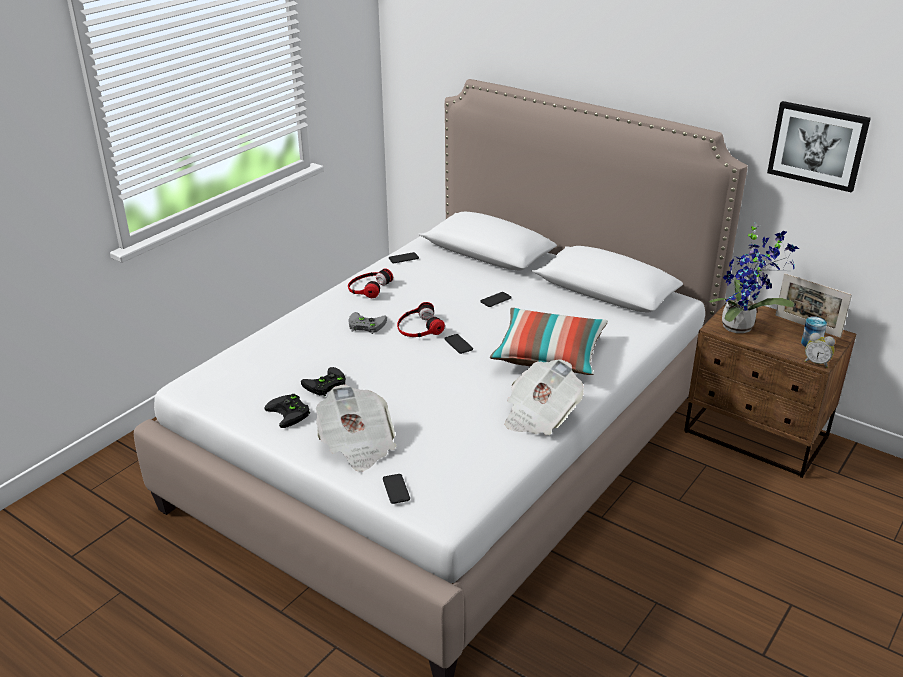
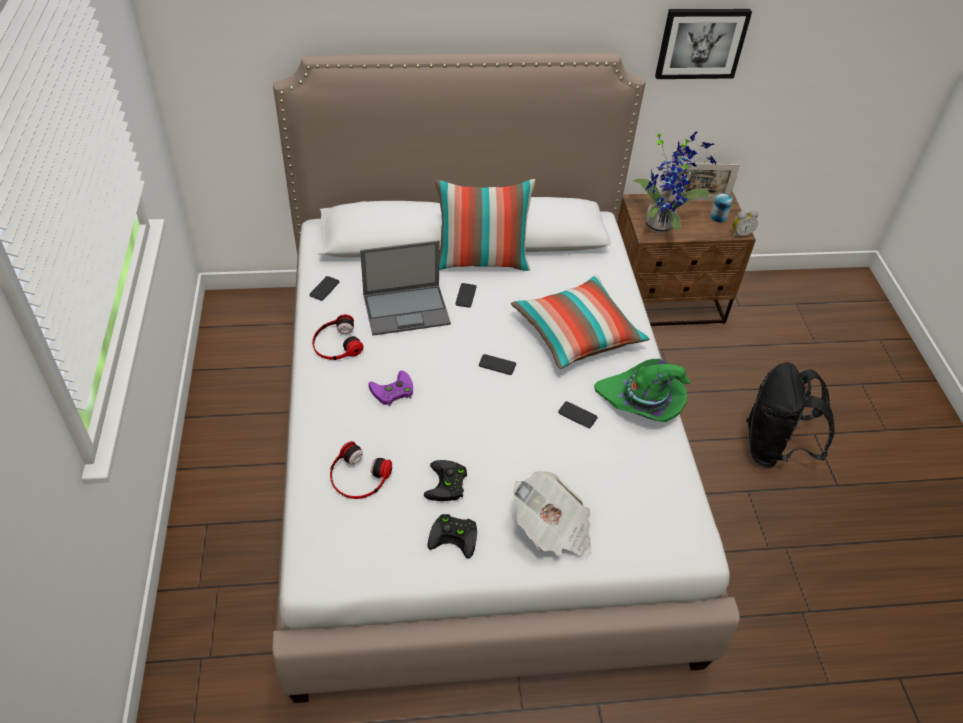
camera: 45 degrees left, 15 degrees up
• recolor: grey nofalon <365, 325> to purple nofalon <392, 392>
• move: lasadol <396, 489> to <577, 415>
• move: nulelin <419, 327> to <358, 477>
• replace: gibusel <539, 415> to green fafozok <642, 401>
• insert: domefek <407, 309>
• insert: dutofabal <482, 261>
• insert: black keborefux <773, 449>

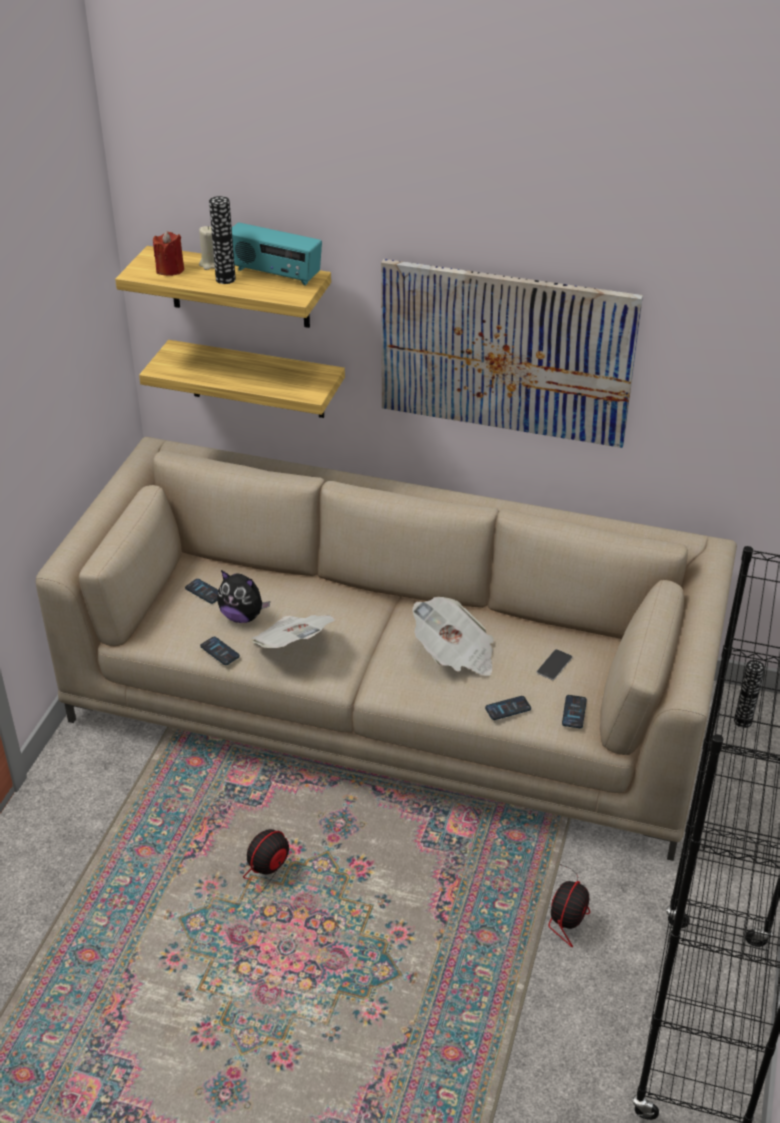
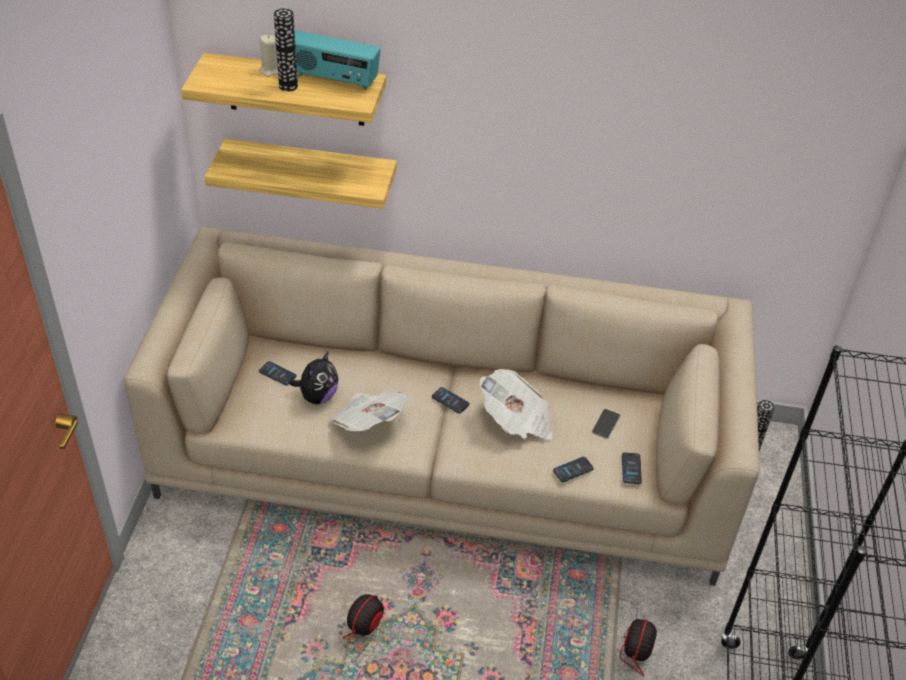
camera: 10 degrees left, 5 degrees up
• delete: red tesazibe <170, 270>
• move: lasadol <220, 651> to <450, 401>
• rotate: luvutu <242, 616> = <317, 396> 75 degrees counterclockwise
• delete: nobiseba <505, 352>

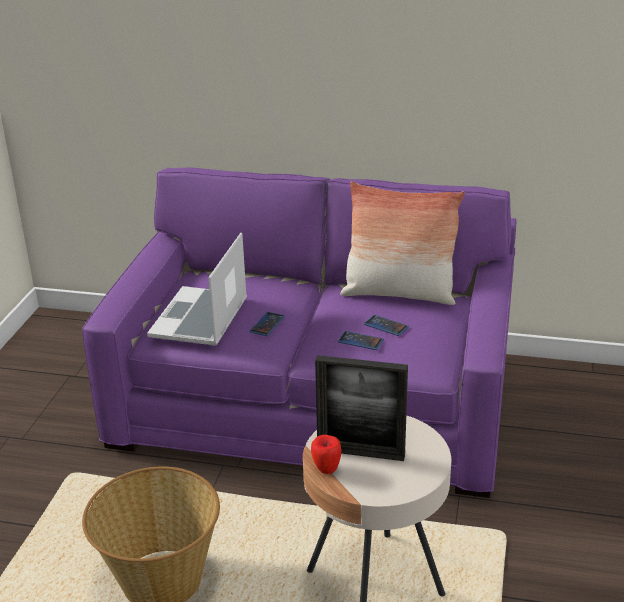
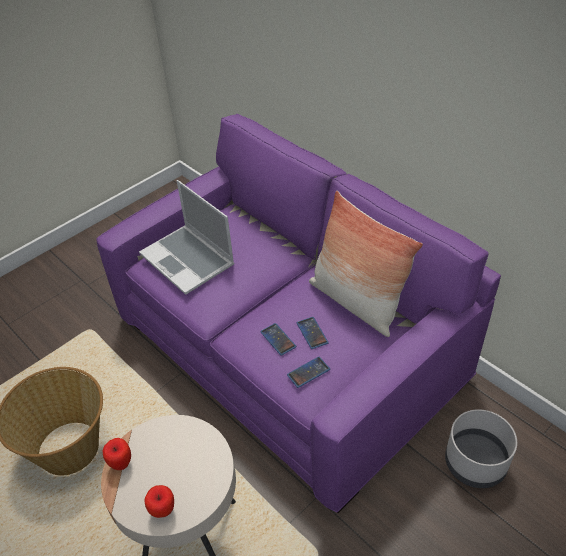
camera: 35 degrees right, 15 degrees up
• rotate: domefek <200, 319> = <189, 260> 90 degrees counterclockwise
• move: lasadol <267, 324> to <308, 372>
• delete: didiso <361, 453>
• insert: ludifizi <163, 511>
• insert: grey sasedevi <476, 463>

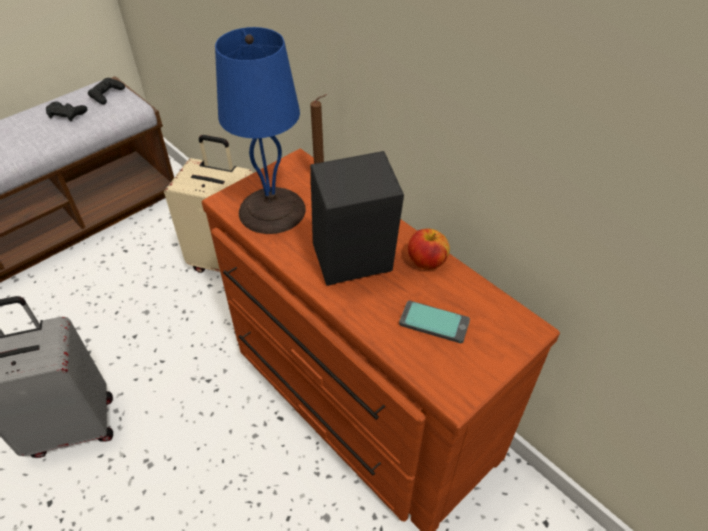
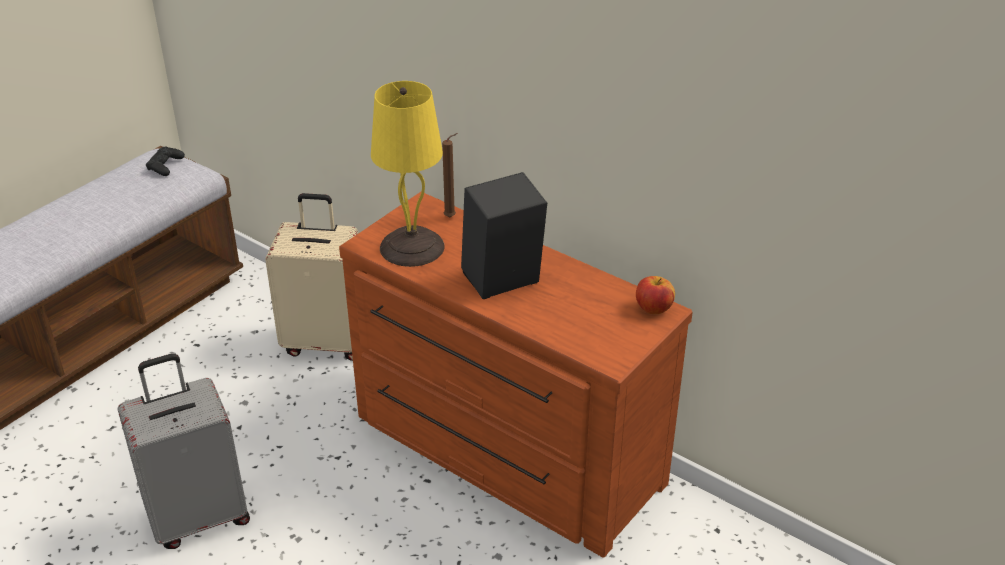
camera: 10 degrees left, 10 degrees down
• delete: black nofalon <67, 114>
• recolor: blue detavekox <271, 209> to yellow detavekox <411, 246>
• delete: lasadol <434, 322>
• move: ludifizi <426, 262> to <653, 308>

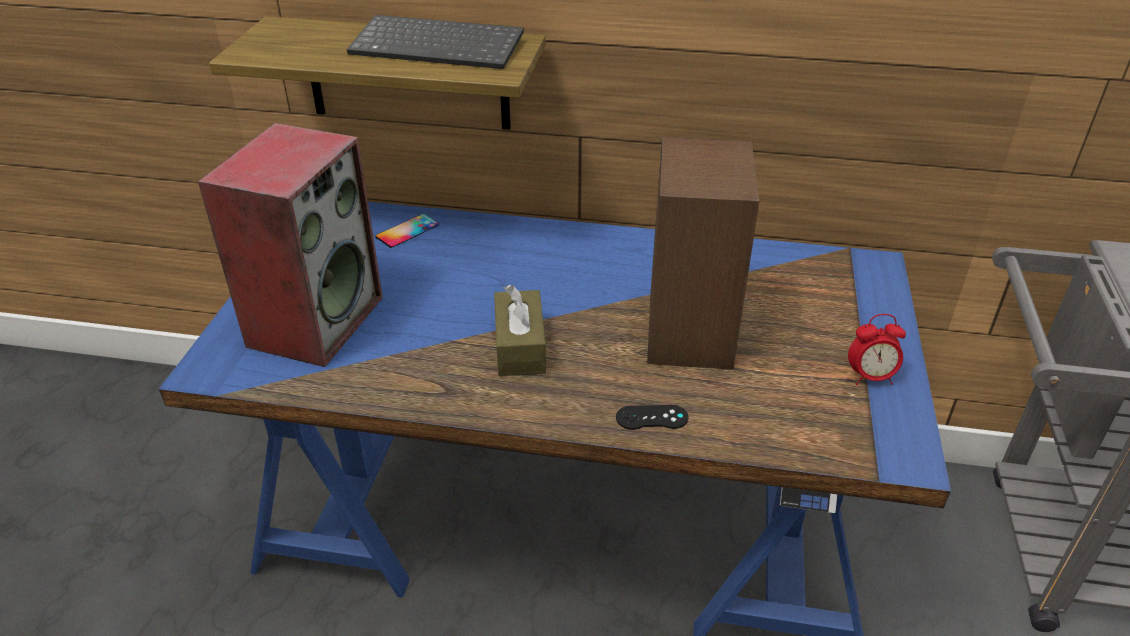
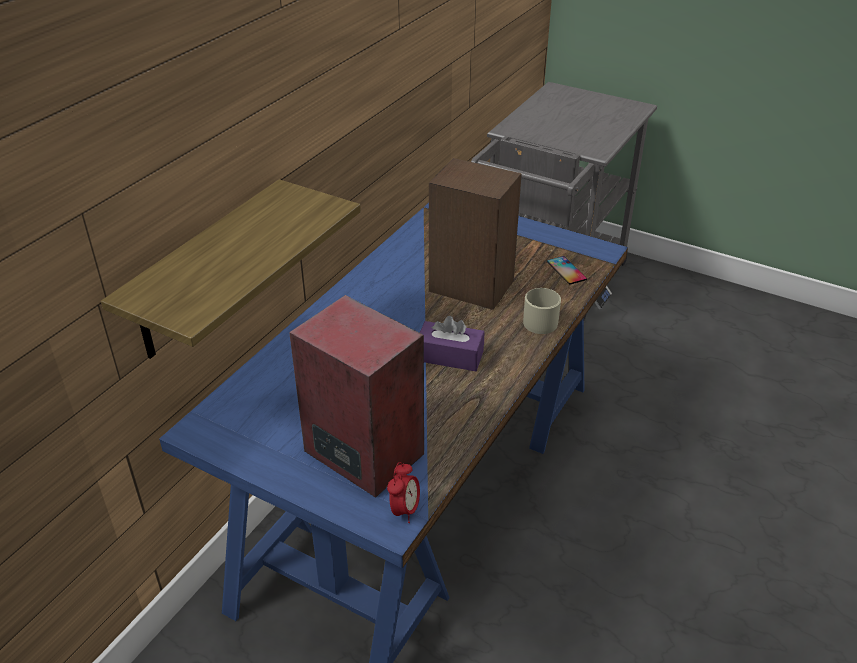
camera: 70 degrees left, 0 degrees up
• delete: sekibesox <440, 46>
• move: lasadol <407, 231> to <566, 270>
• recolor: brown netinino <520, 346> to purple netinino <450, 356>
• replace: black nofalon <652, 418> to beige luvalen <541, 320>
• move: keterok <870, 377> to <404, 510>

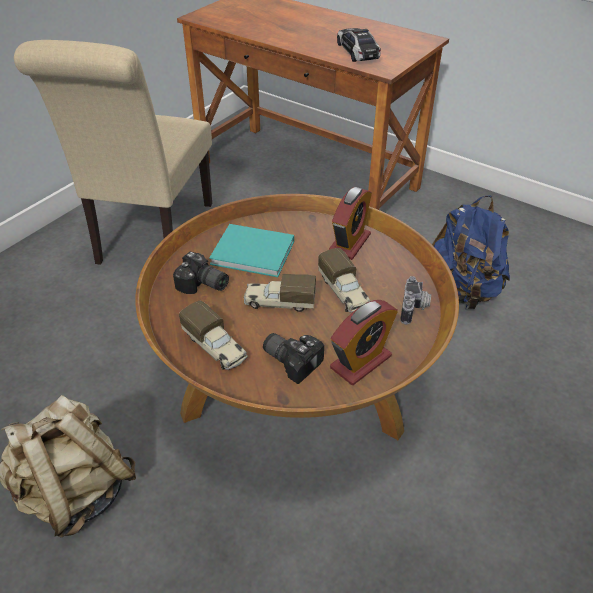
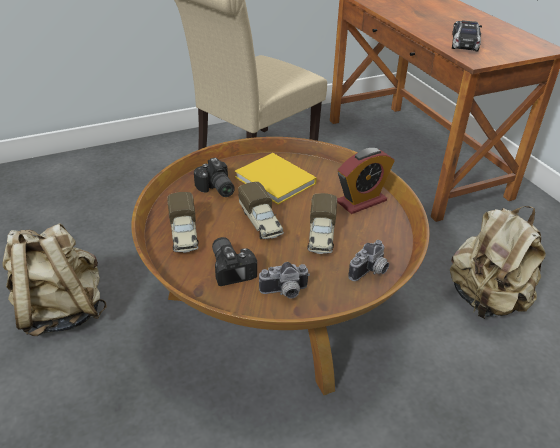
camera: 30 degrees right, 5 degrees down
• recolor: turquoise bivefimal <255, 253> to yellow bivefimal <276, 181>
• rotate: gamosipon <279, 302> = <261, 223> 150 degrees counterclockwise
• replace: keterok <360, 362> to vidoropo <285, 292>
• recolor: blue keborefux <461, 291> to beige keborefux <487, 300>

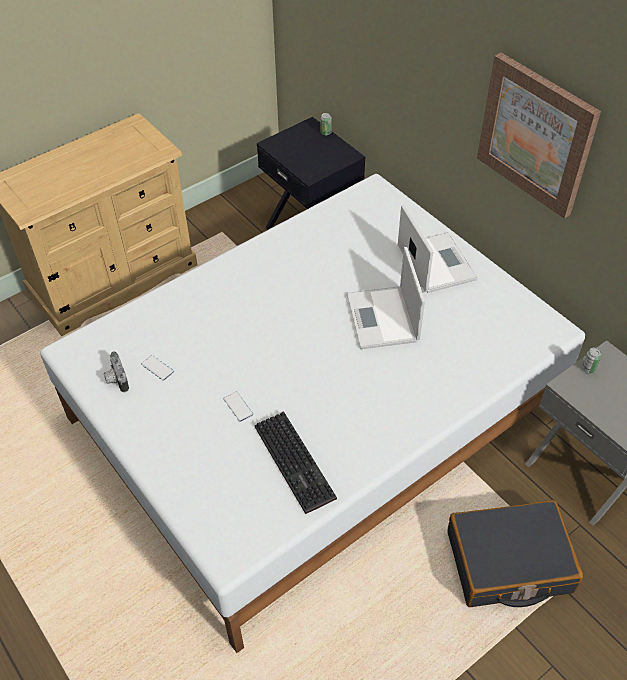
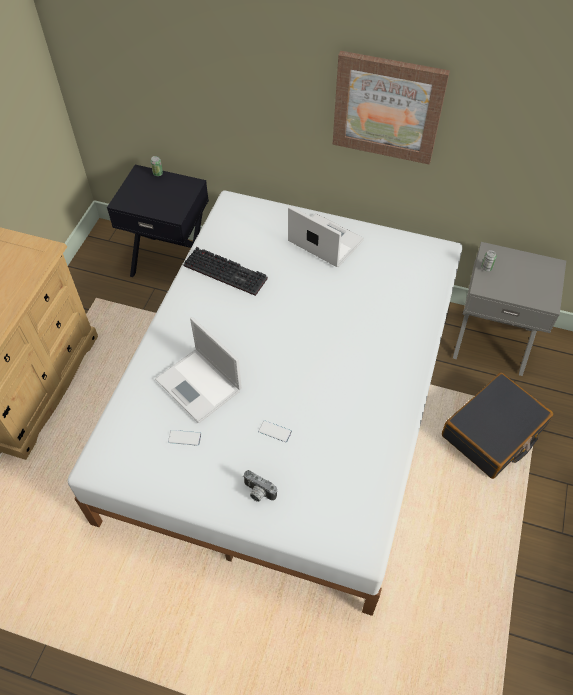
camera: 35 degrees left, 5 degrees up
• move: vidoropo <116, 379> to <258, 493>
• move: sekibesox <297, 463> to <227, 271>
• move: domefek <383, 319> to <200, 385>

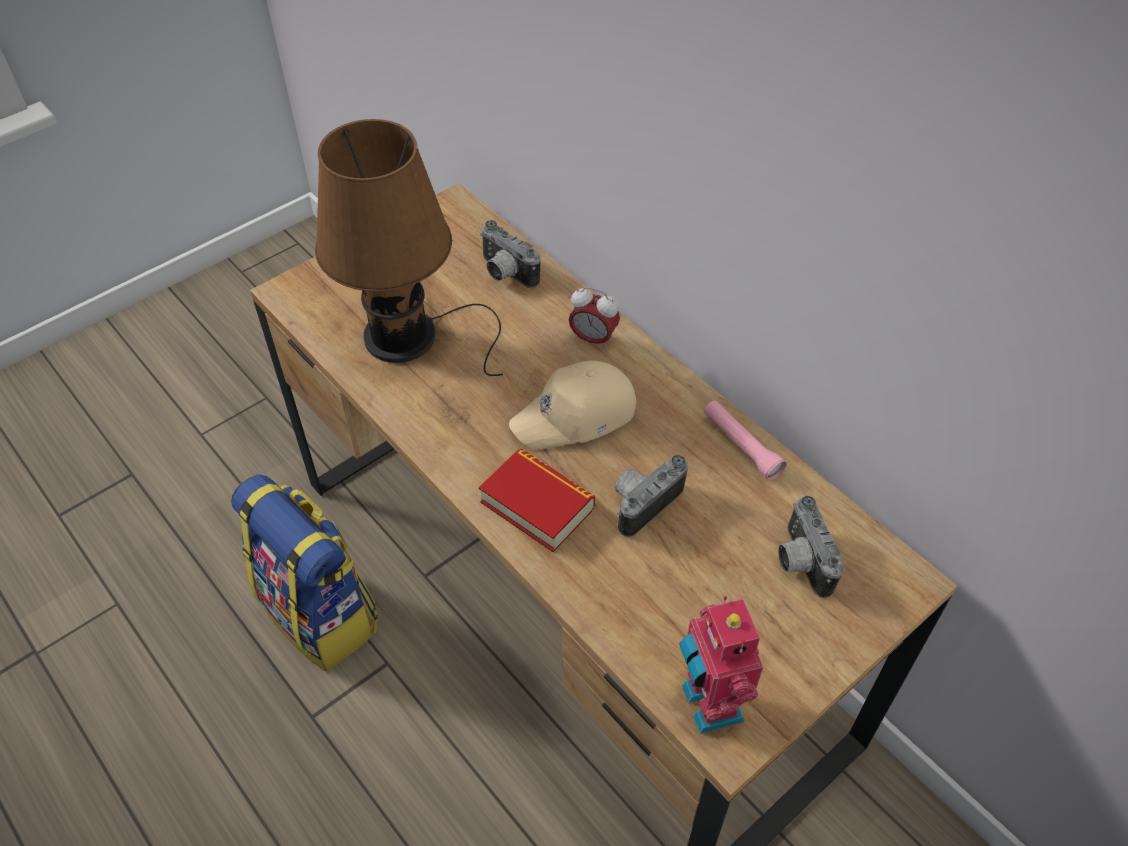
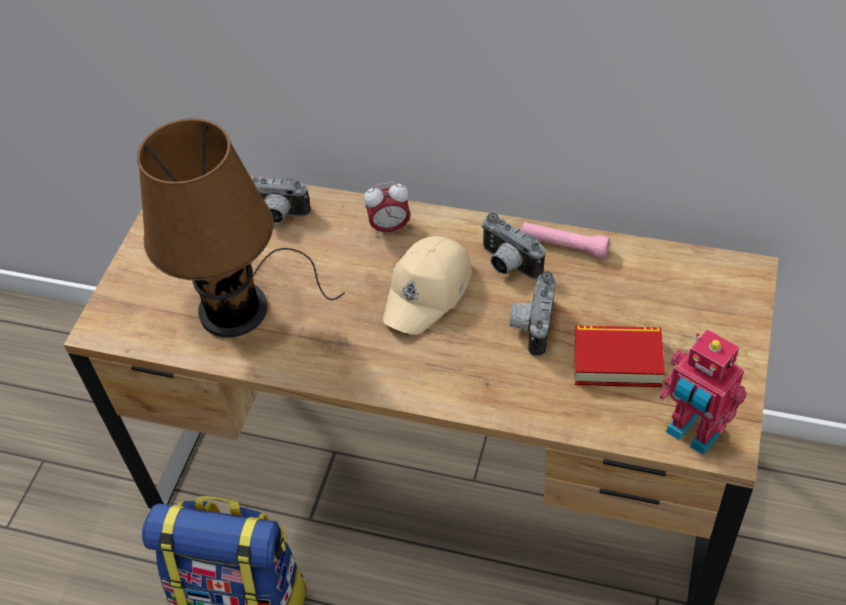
camera: 30 degrees left, 0 degrees up
• move: bivefimal <537, 505> to <617, 361>
• move: vidoropo <799, 561> to <507, 264>

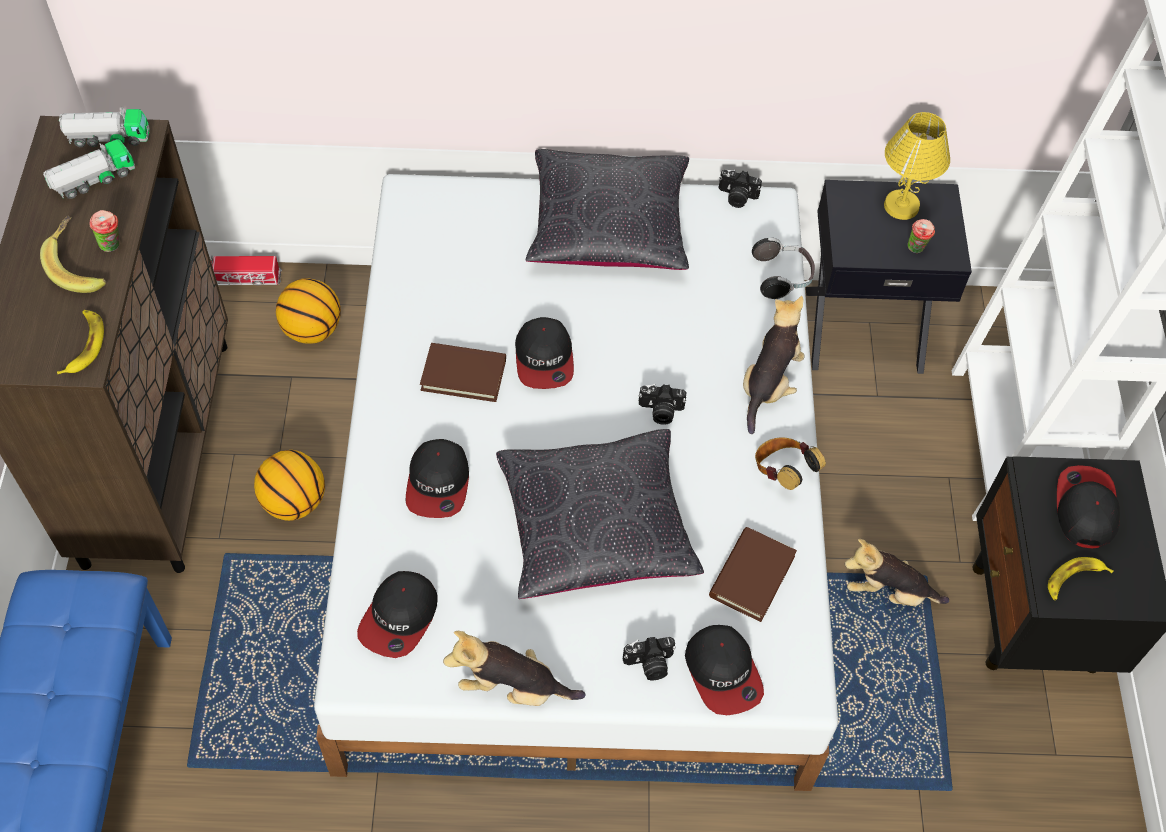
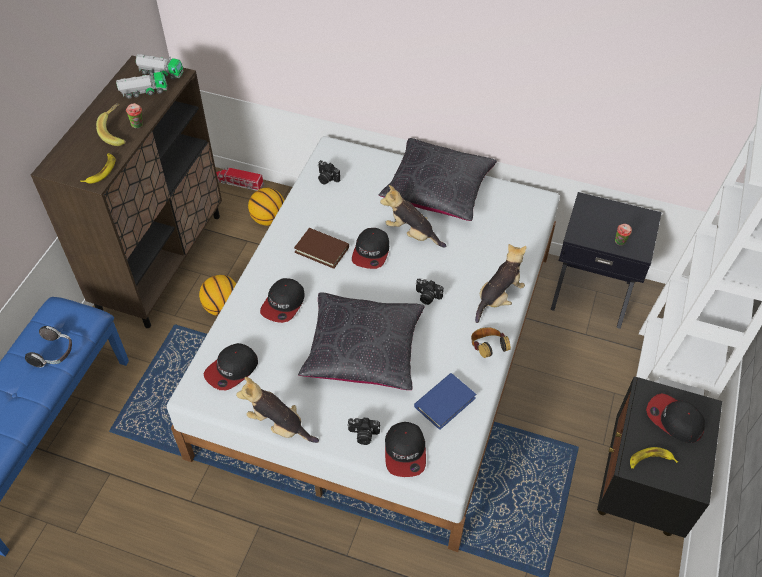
camera: 20 degrees right, 5 degrees down
• recolor: brown bivefimal <752, 576> to blue bivefimal <444, 402>
• move: vidoropo <736, 197> to <326, 178>
• move: nulelin <782, 277> to <54, 353>
• move: luvutu <888, 591> to <412, 234>
• delete: yellow detavekox <900, 206>
• rotate: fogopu <1085, 508> = <674, 420> 75 degrees counterclockwise

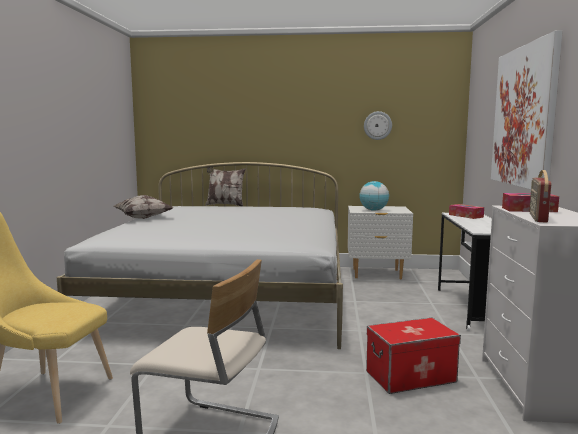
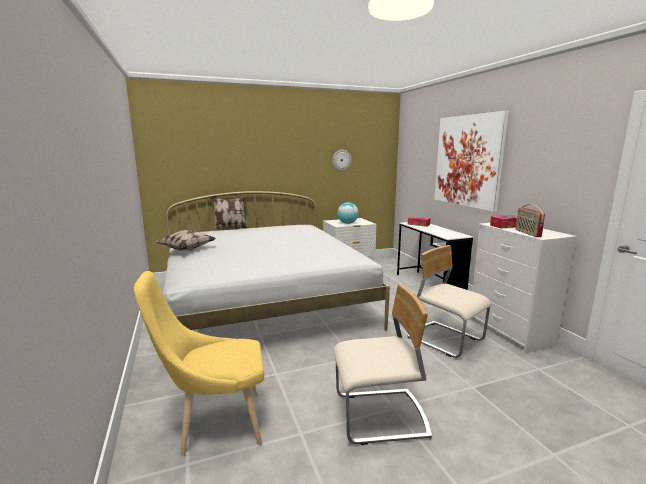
camera: 25 degrees left, 5 degrees up
• replace: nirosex <410, 376> to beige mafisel <445, 340>

